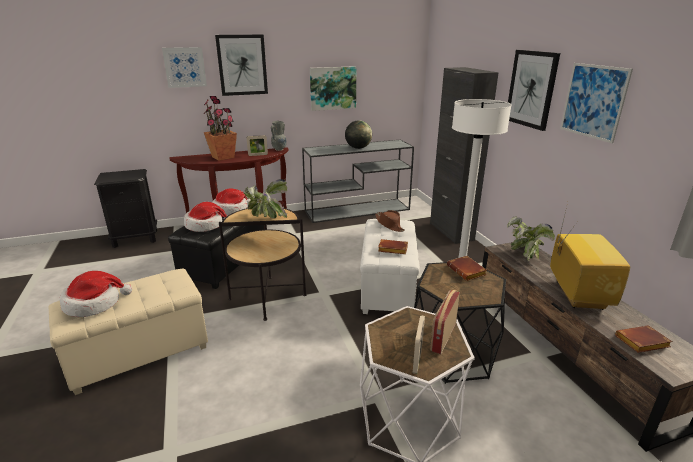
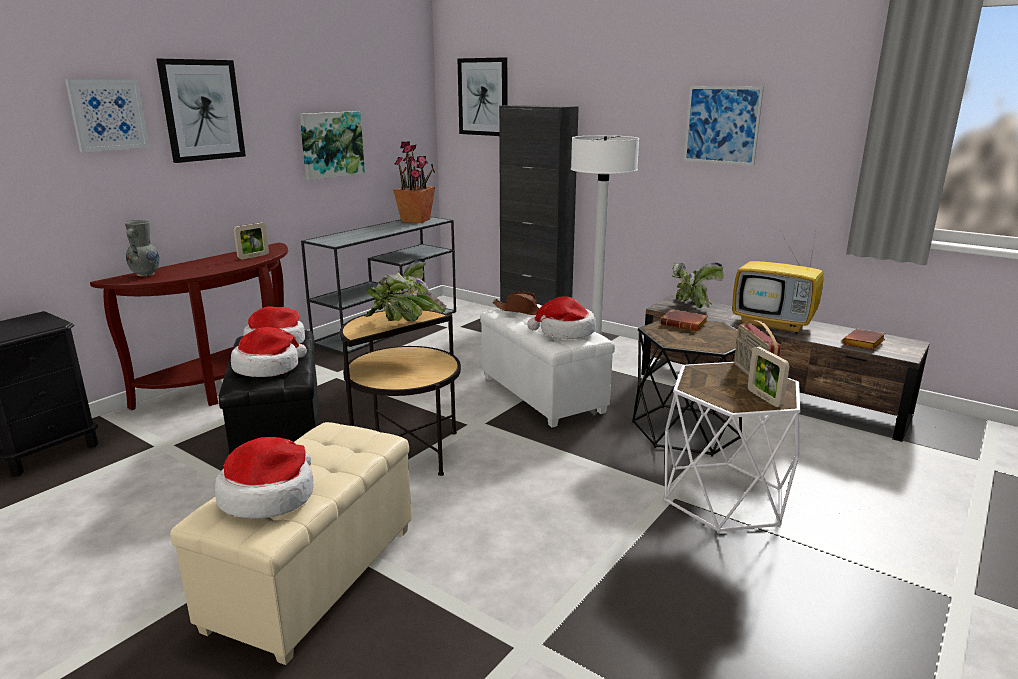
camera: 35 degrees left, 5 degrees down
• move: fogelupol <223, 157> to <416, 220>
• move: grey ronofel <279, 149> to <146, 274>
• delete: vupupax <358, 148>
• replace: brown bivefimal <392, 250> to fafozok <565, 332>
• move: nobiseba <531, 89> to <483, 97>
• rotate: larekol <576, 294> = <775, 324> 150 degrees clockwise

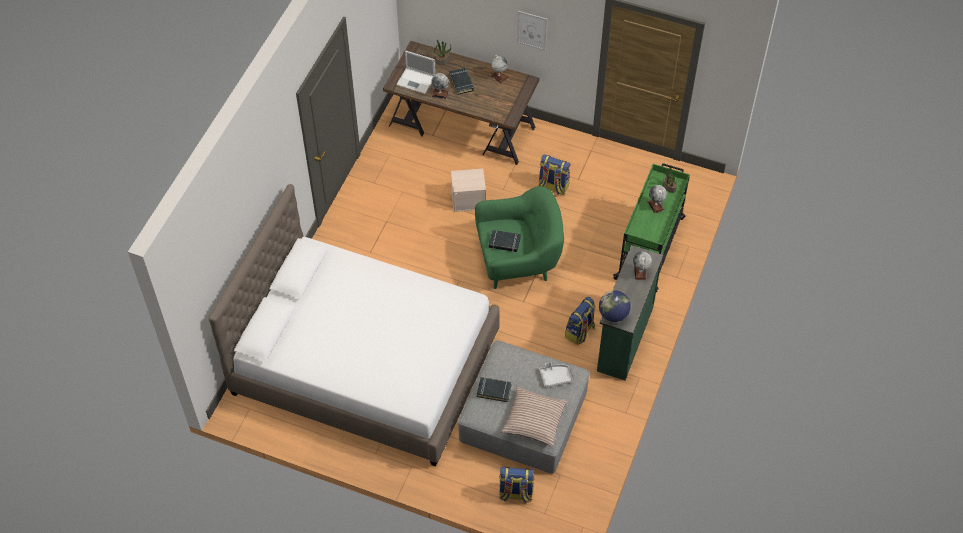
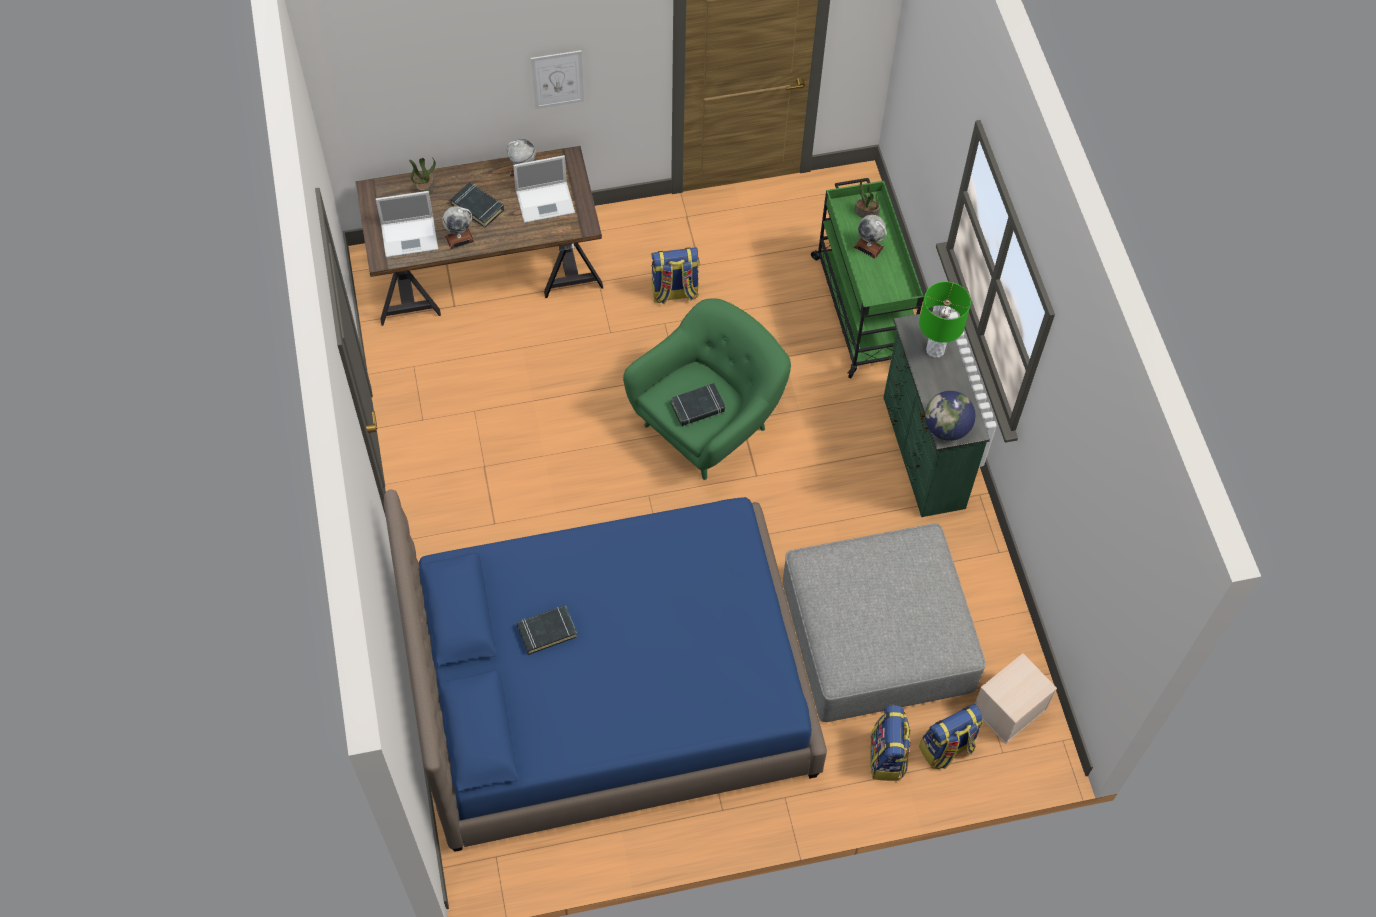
camera: 35 degrees left, 5 degrees up
• recolor: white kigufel <366, 362> to blue kigufel <610, 687>
• move: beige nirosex <468, 199> to <1009, 708>
• move: black bivefimal <494, 390> to <547, 631>
• delete: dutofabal <534, 420>
• delete: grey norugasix <555, 377>
• move: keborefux <580, 332> to <887, 757>
• replace: vupupax <640, 272> to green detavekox <935, 350>
• insert: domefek <546, 201>

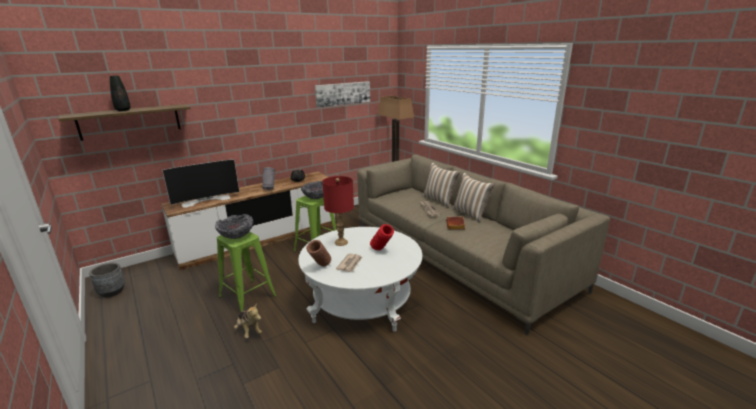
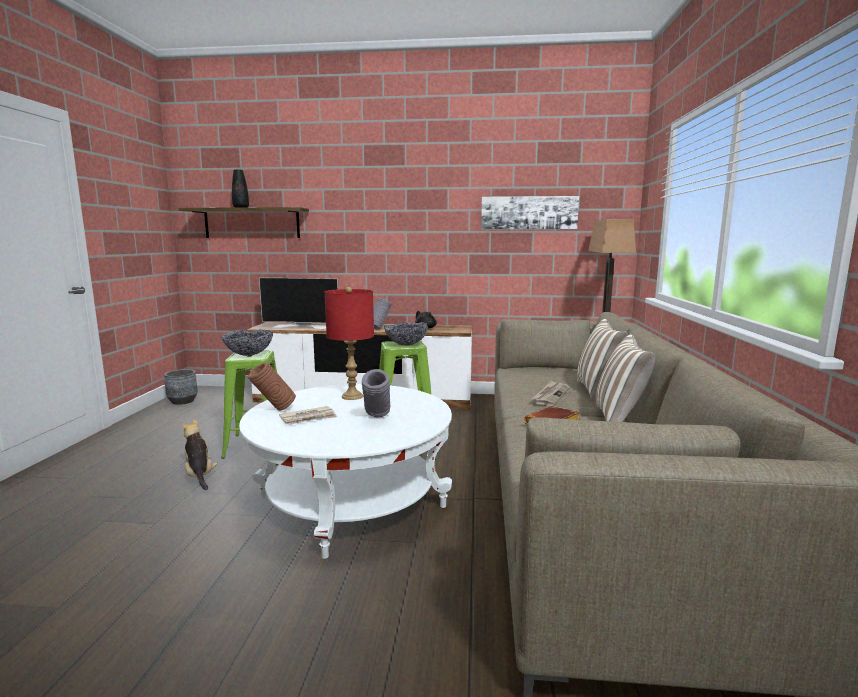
camera: 40 degrees right, 10 degrees down
• rotate: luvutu <249, 330> = <199, 475> 150 degrees clockwise
• recolor: red ronofel <382, 250> to grey ronofel <377, 418>

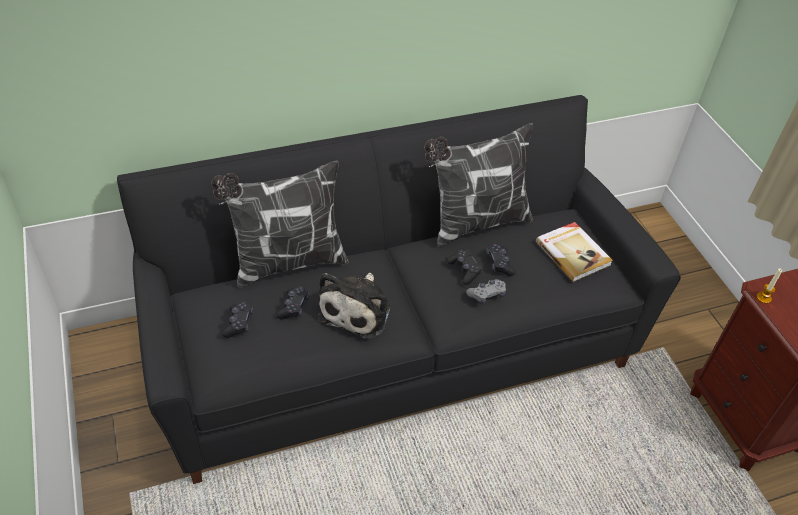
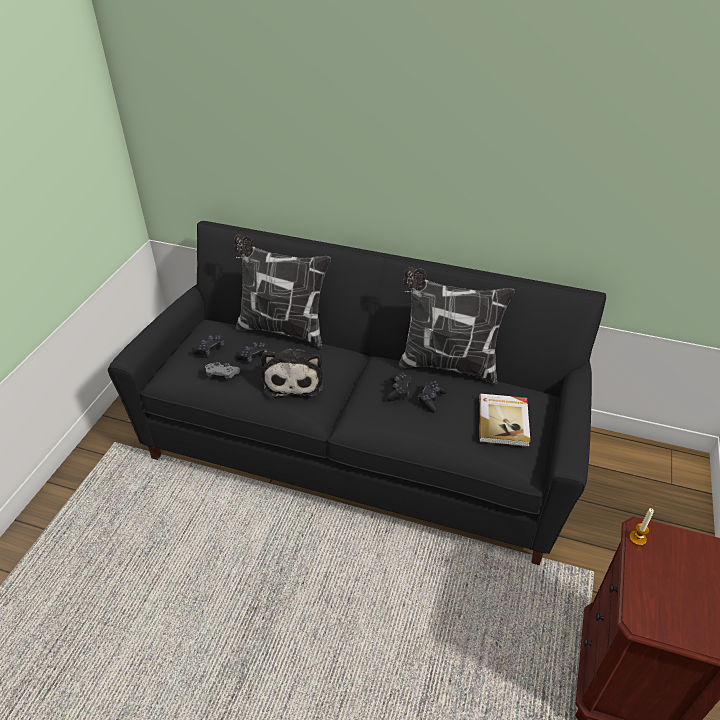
camera: 40 degrees right, 5 degrees down
• rotate: luvutu <357, 309> = <294, 379> 60 degrees counterclockwise
• move: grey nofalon <487, 295> to <222, 375>

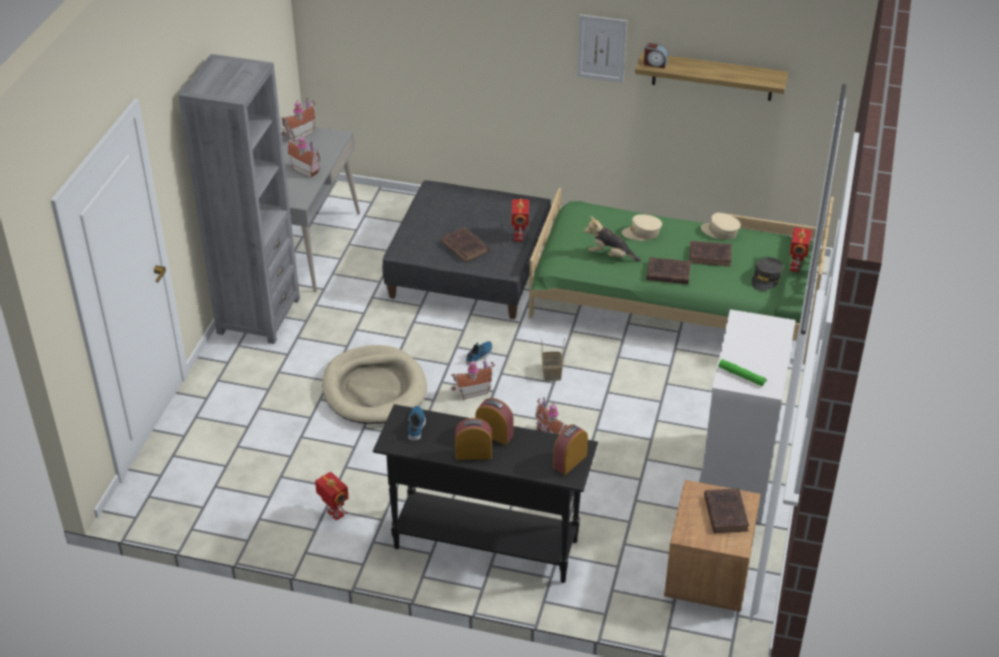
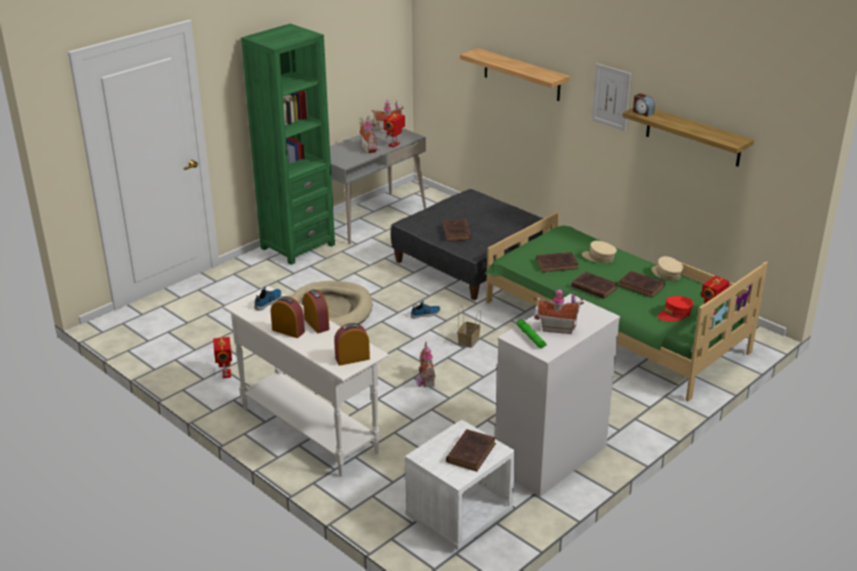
camera: 30 degrees right, 10 degrees down
• recolor: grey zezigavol <258, 316> to green zezigavol <297, 246>
• recolor: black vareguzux <485, 543> to white vareguzux <309, 430>
• move: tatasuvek <472, 391> to <557, 327>
• move: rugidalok <519, 237> to <394, 145>
• replace: luvutu <610, 256> to brown bivefimal <558, 264>
• recolor: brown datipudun <708, 575> to white datipudun <459, 516>
• recolor: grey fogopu <766, 279> to red fogopu <675, 314>
• insert: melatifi <521, 75>

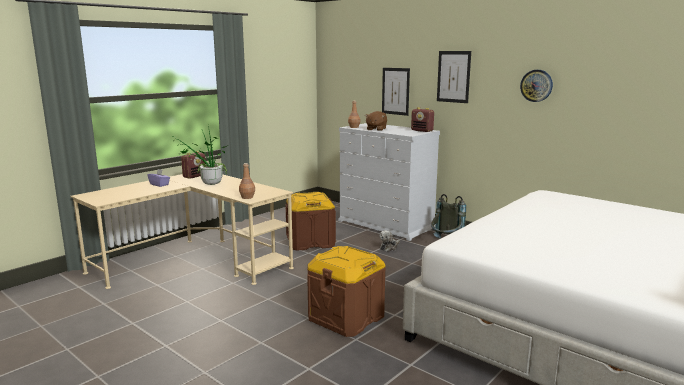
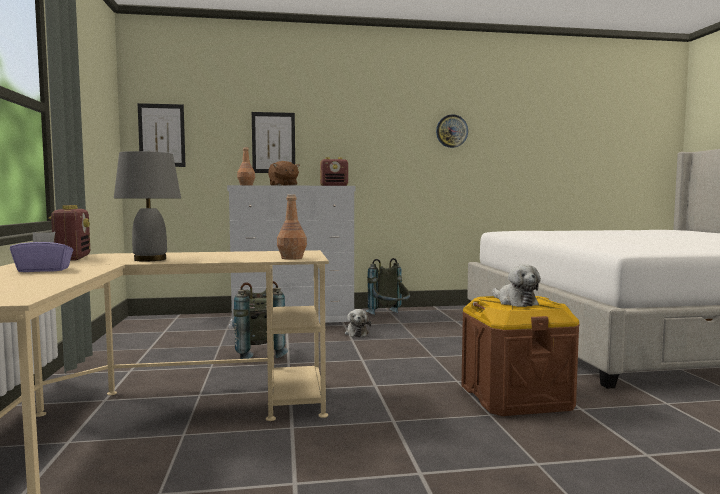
camera: 50 degrees left, 10 degrees down
• replace: fogelupol <207, 184> to grey detavekox <150, 259>
• replace: brown nirosex <310, 242> to grey keborefux <257, 354>
• move: nobiseba <453, 76> to <161, 135>
• insert: luvutu <515, 302>

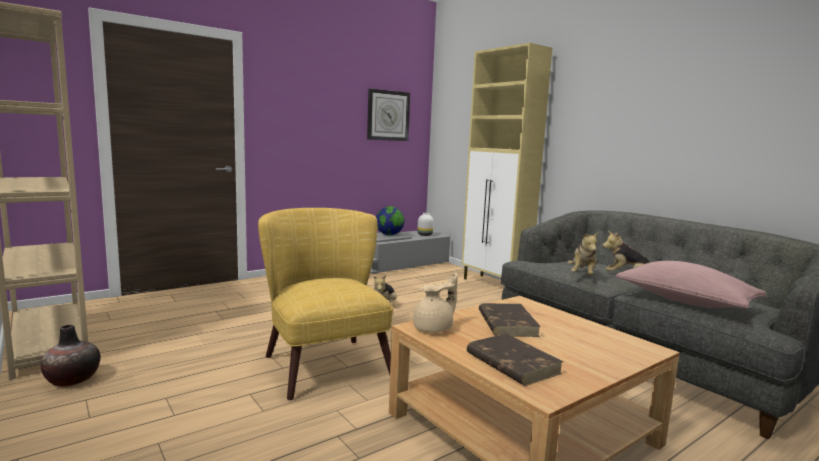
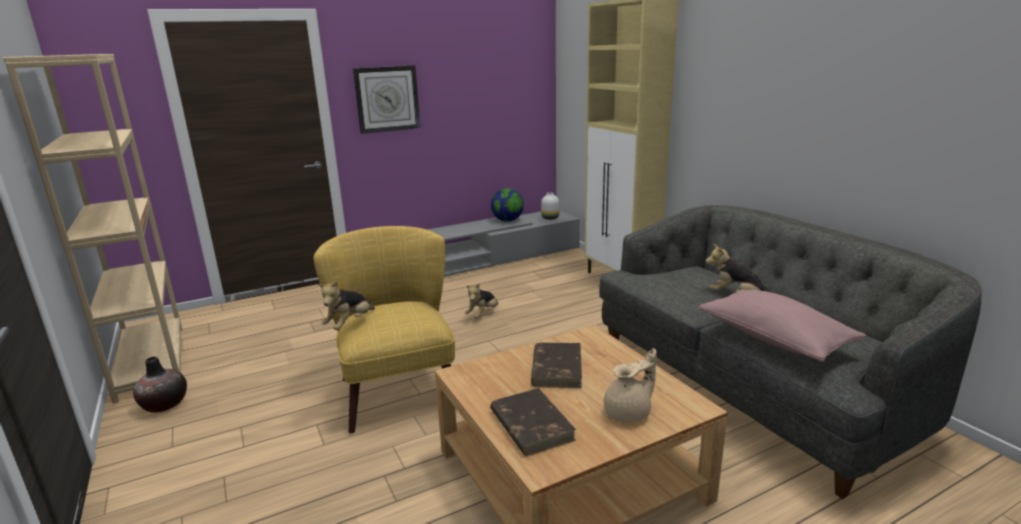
camera: 10 degrees right, 10 degrees up
• move: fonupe <388, 115> to <387, 99>
• move: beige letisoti <435, 328> to <629, 413>
• move: luvutu <582, 275> to <349, 324>

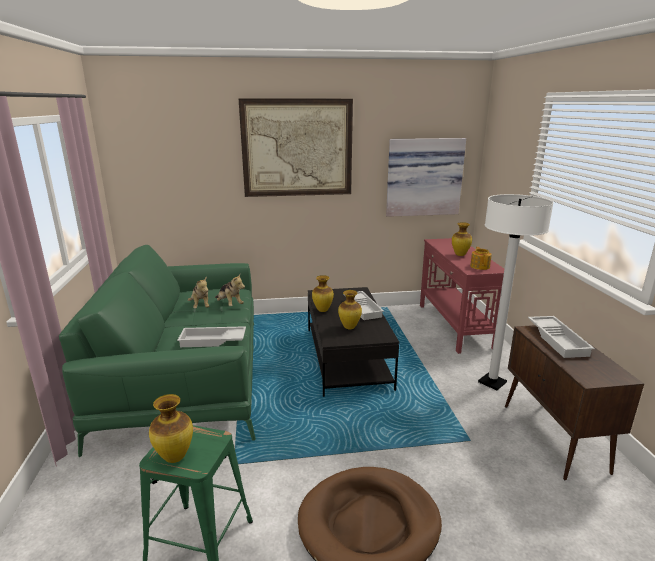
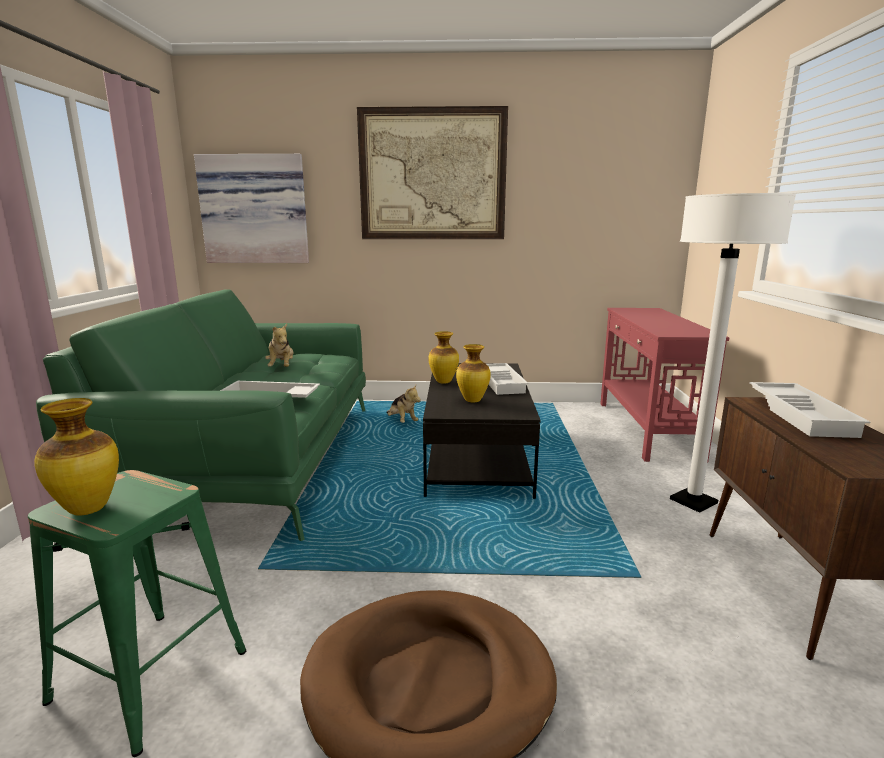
camera: 10 degrees right, 5 degrees down
• move: luvutu <229, 304> to <402, 421>
• move: nobiseba <423, 177> to <255, 210>
• delete: ronofel <460, 255>
• delete: letisoti <480, 266>

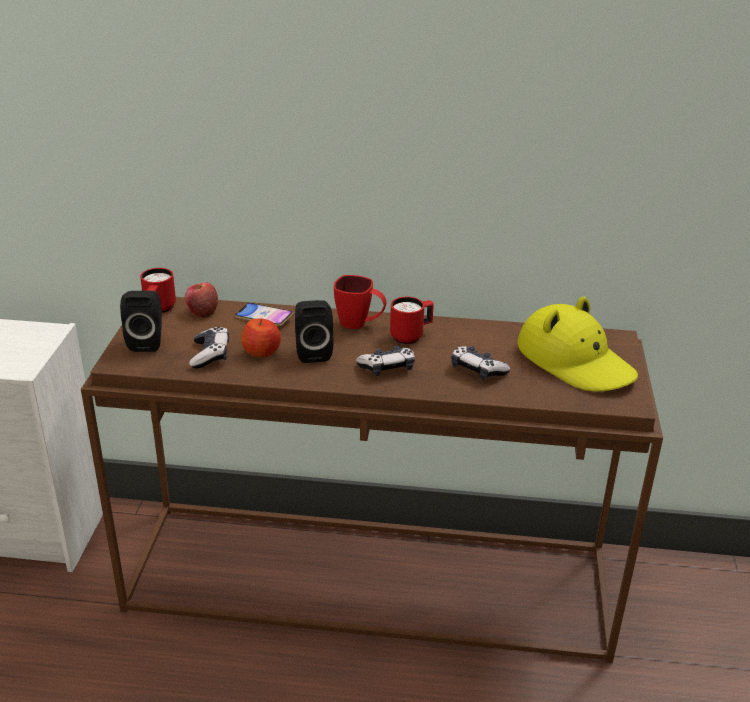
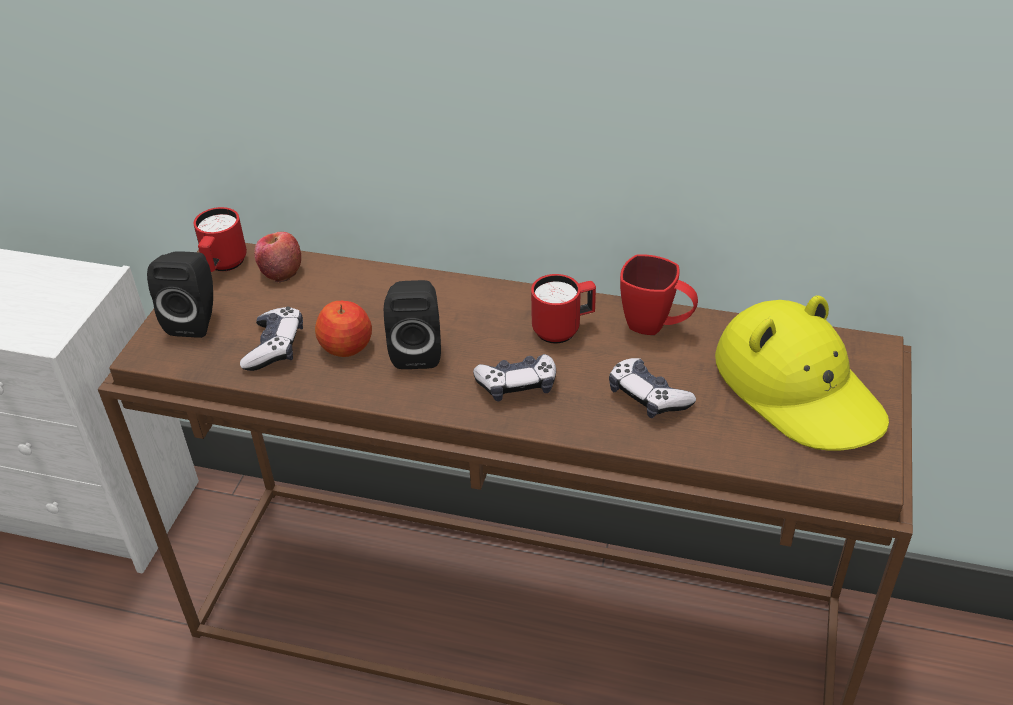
camera: 10 degrees right, 10 degrees up
• delete: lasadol <264, 318>
• move: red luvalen <360, 324> to <656, 326>

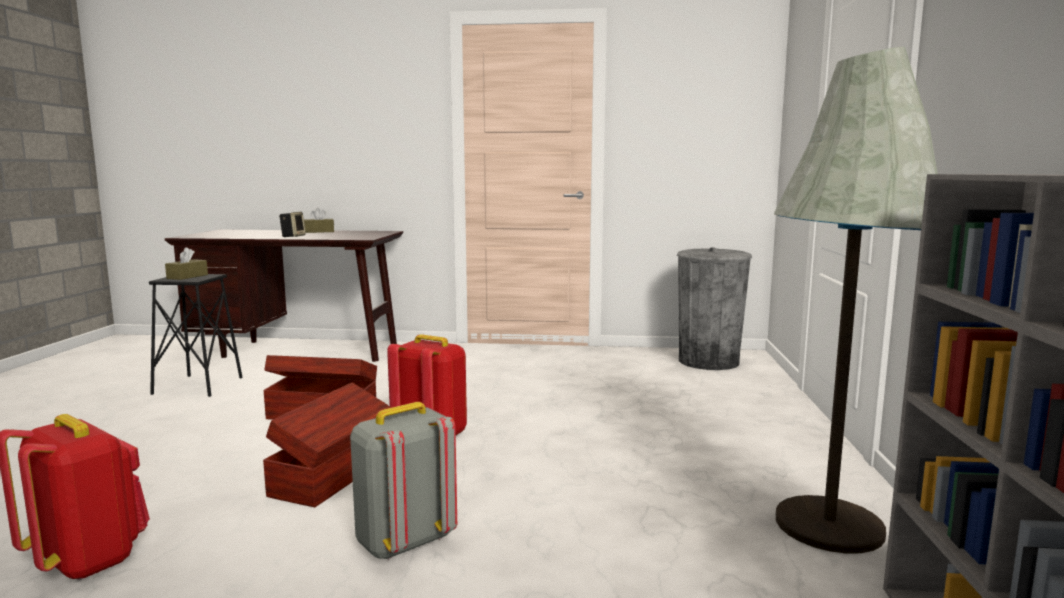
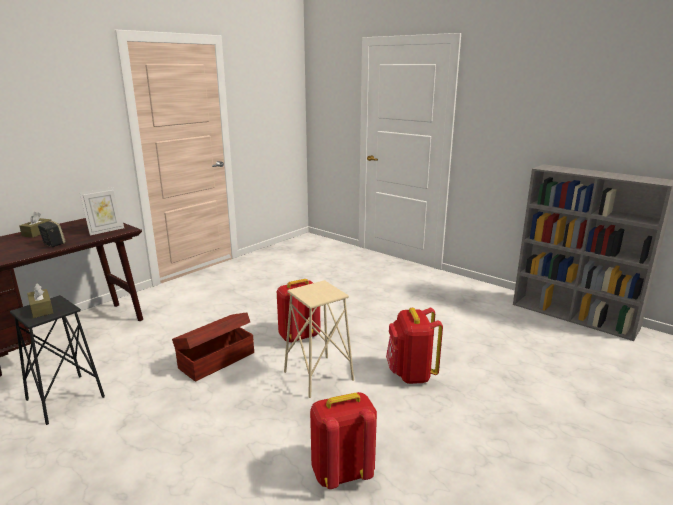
camera: 55 degrees left, 10 degrees up
• replace: brown nirosex <334, 475> to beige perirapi <318, 376>
• recolor: grey keborefux <404, 542> to red keborefux <411, 374>
• delete: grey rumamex <708, 361>
• delete: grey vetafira <828, 525>
• insert: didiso <106, 231>

